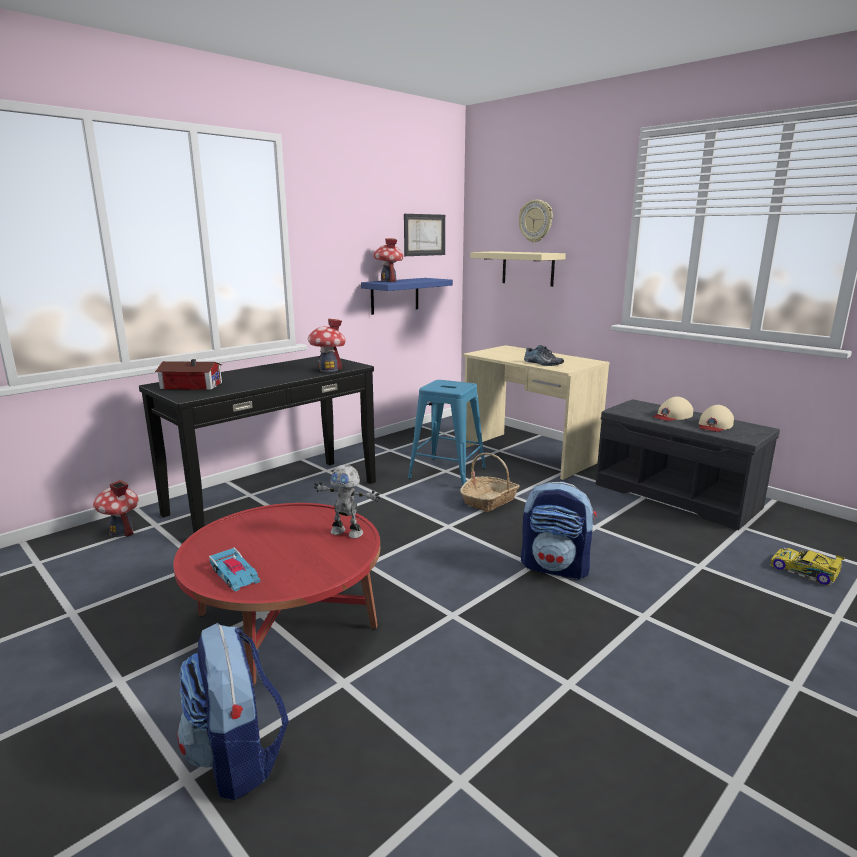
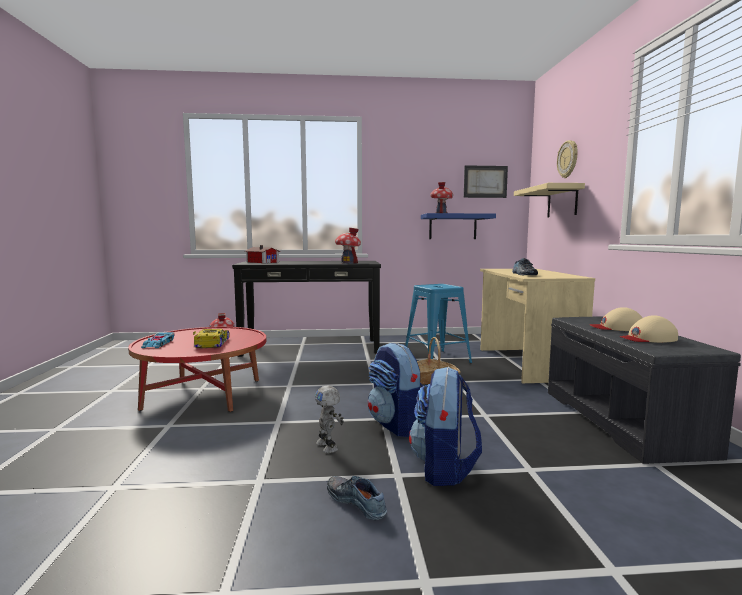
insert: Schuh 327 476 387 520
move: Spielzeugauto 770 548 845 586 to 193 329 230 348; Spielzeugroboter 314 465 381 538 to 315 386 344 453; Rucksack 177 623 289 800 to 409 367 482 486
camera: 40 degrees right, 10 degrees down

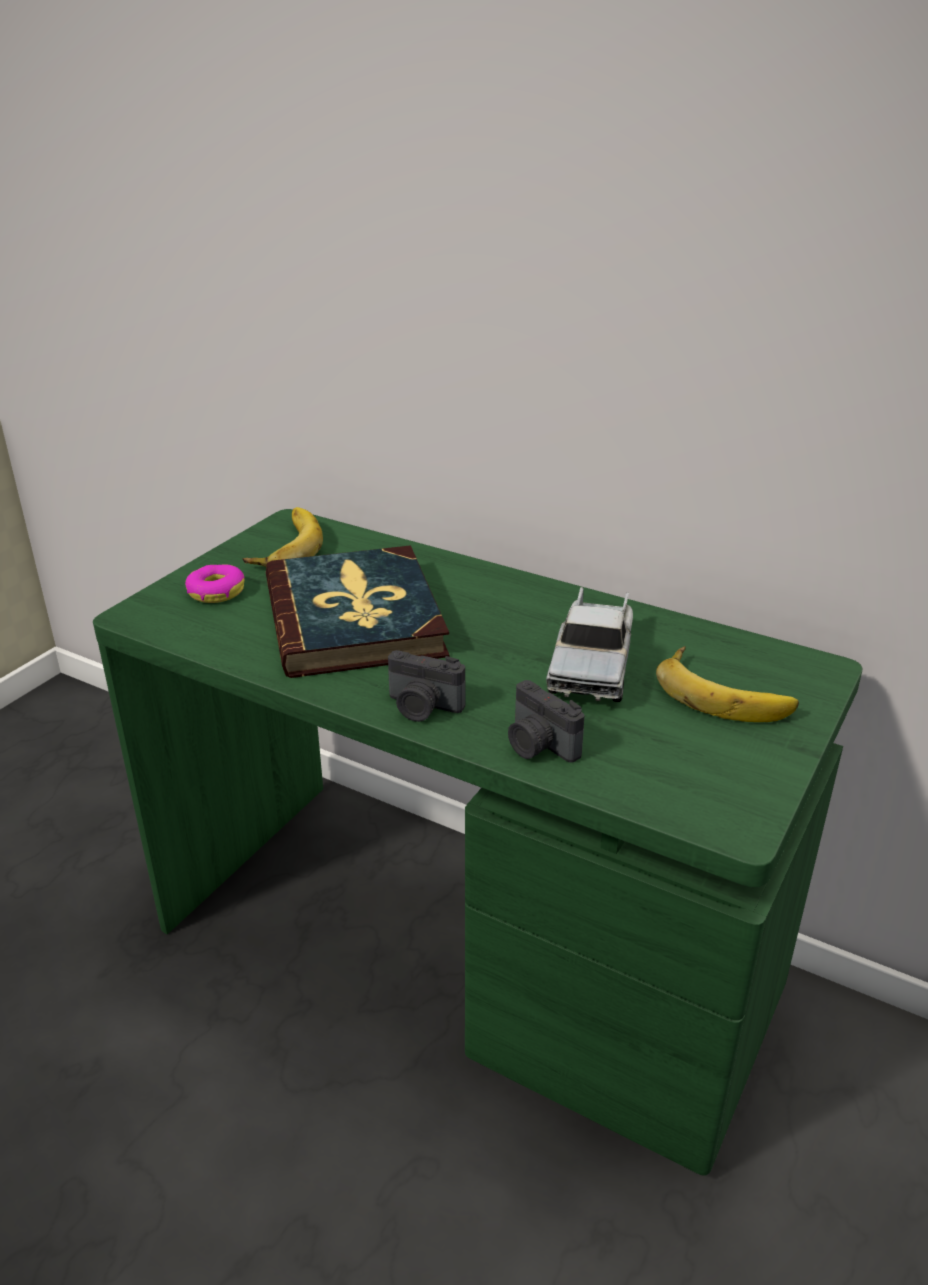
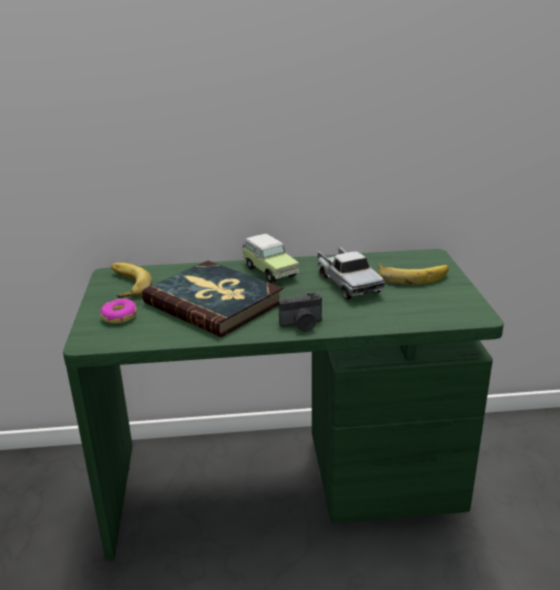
delete: Kamera 508 680 584 763
insert: Spielzeugauto 242 234 300 283
camera: 35 degrees left, 5 degrees down

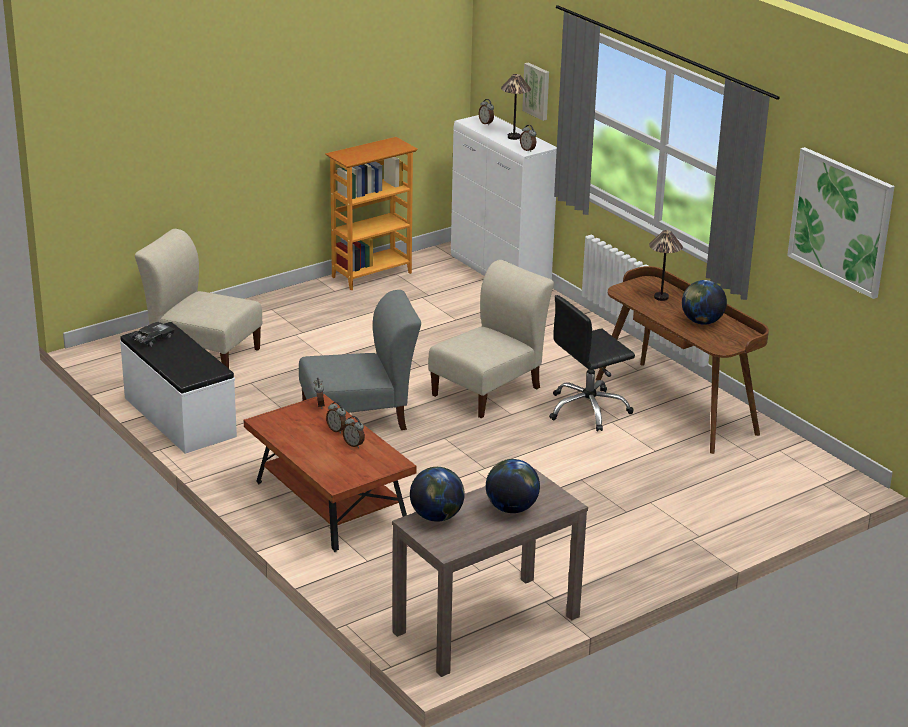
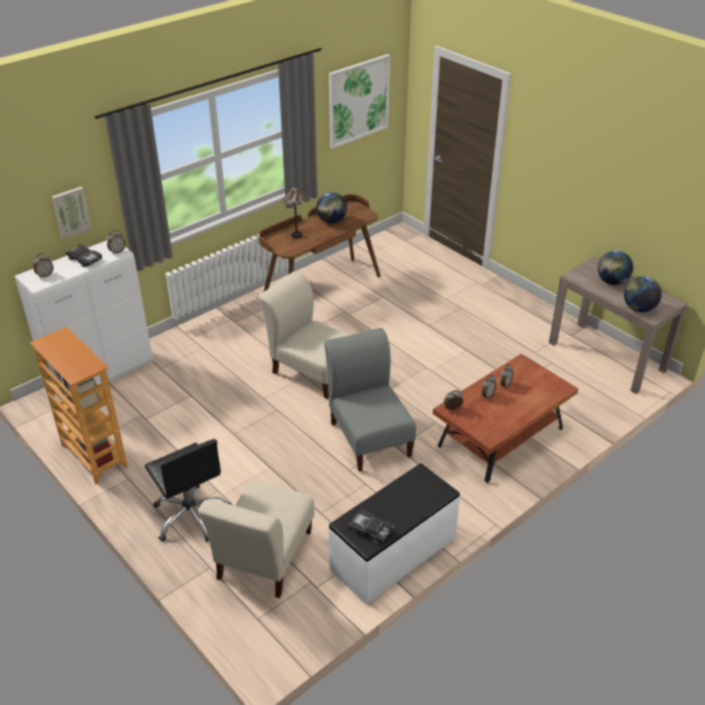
move: Bürostuhl [schwarz] 549 295 635 431 to 145 439 231 542
replace: Tischlampe 501 74 531 140 to Spielzeugauto [schwarz] 65 244 102 267
camera: 95 degrees left, 10 degrees up

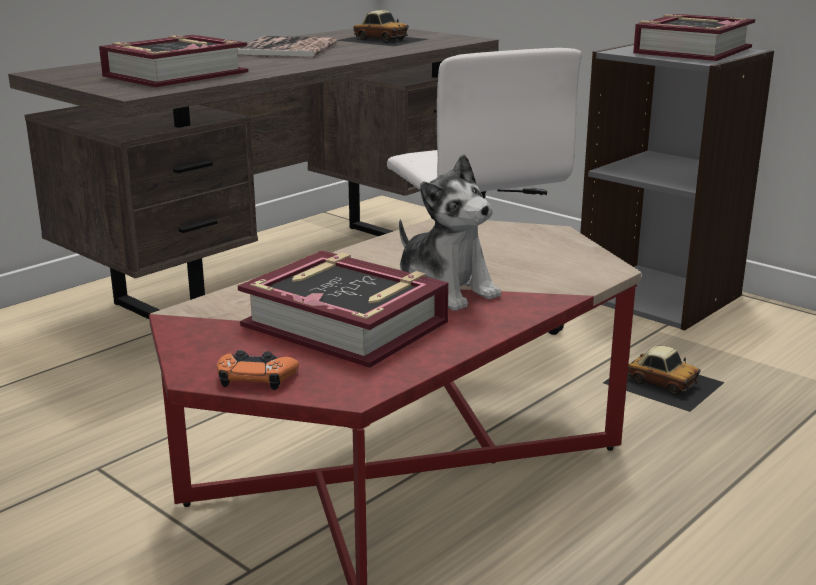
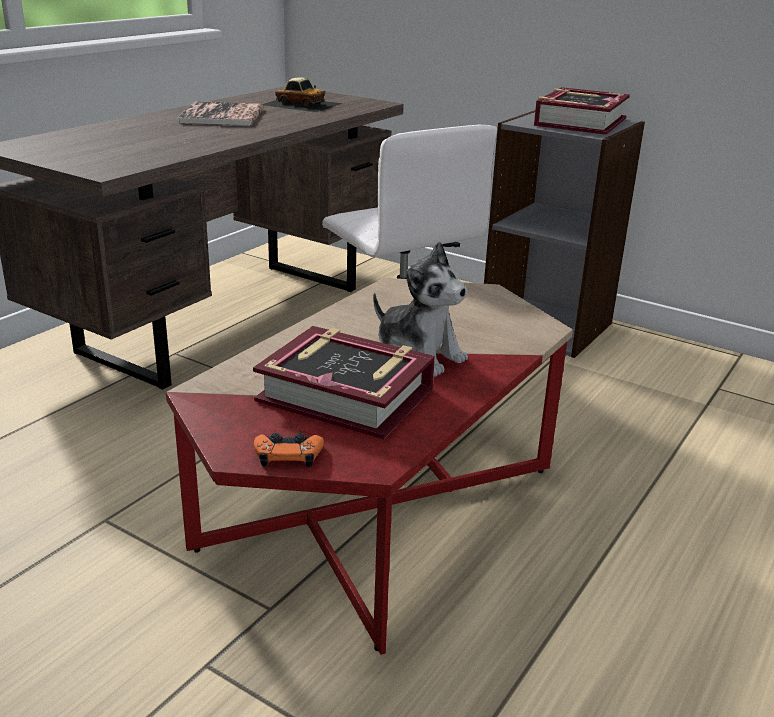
delete: Buch 99 35 248 87; Spielzeugauto 603 346 725 412
camera: 10 degrees left, 5 degrees up

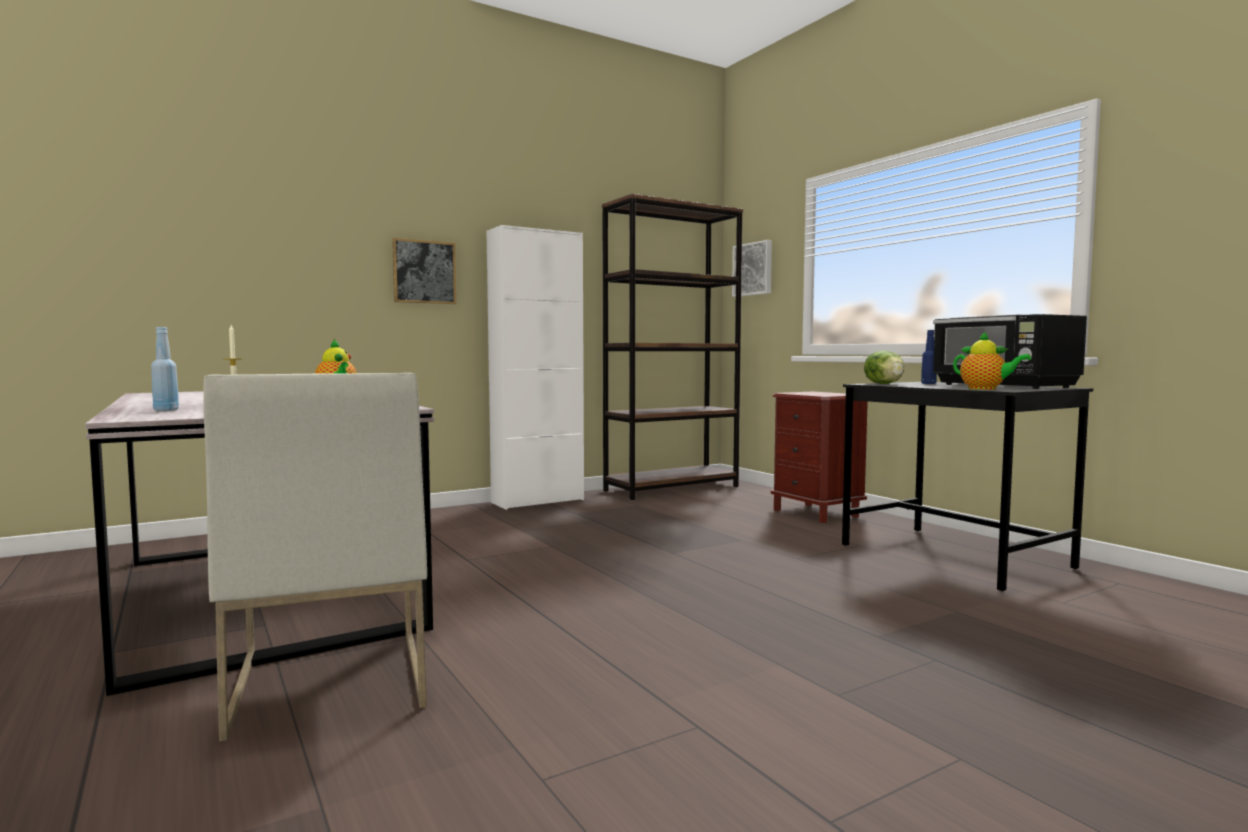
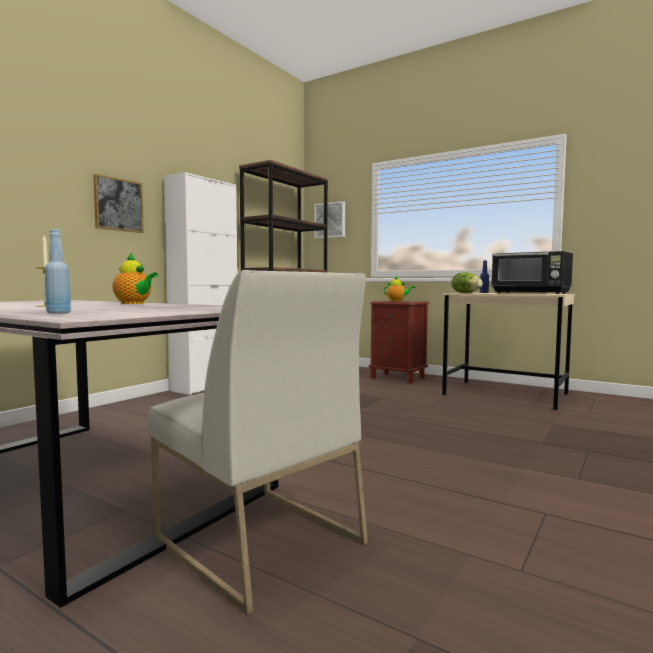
move: Teekanne 953 332 1031 390 to 384 276 415 301
recolor: Schreibtisch [schwarz] 842 382 1093 592 to Schreibtisch [beige] 442 293 575 410
camera: 25 degrees left, 0 degrees up

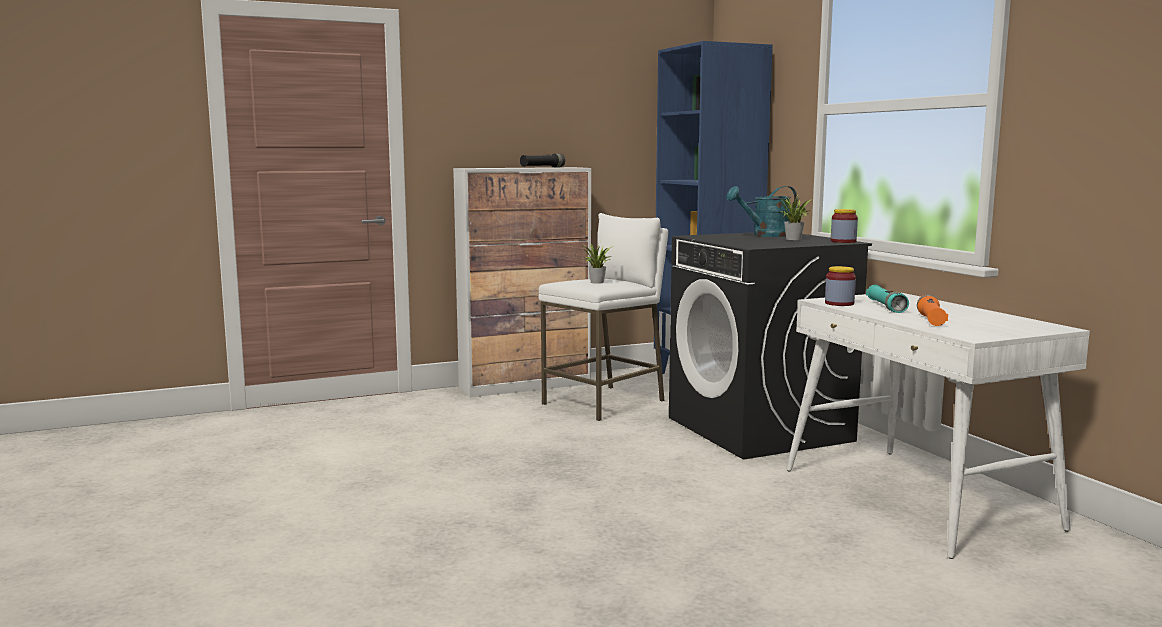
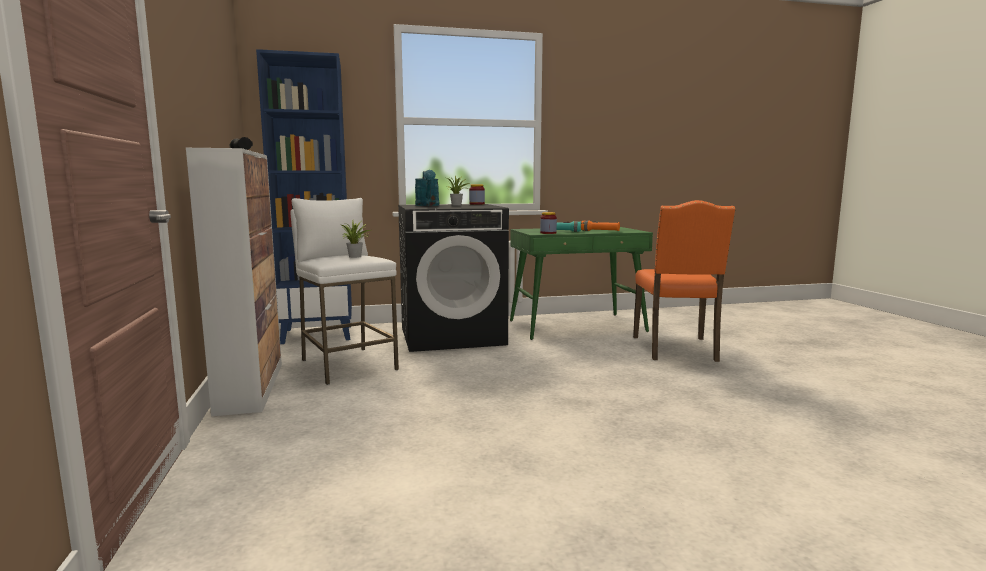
insert: Stuhl [orange] 633 200 735 362
recolor: Schreibtisch [weiß] 786 292 1090 559 to Schreibtisch [grün] 510 227 653 340
camera: 80 degrees left, 0 degrees up

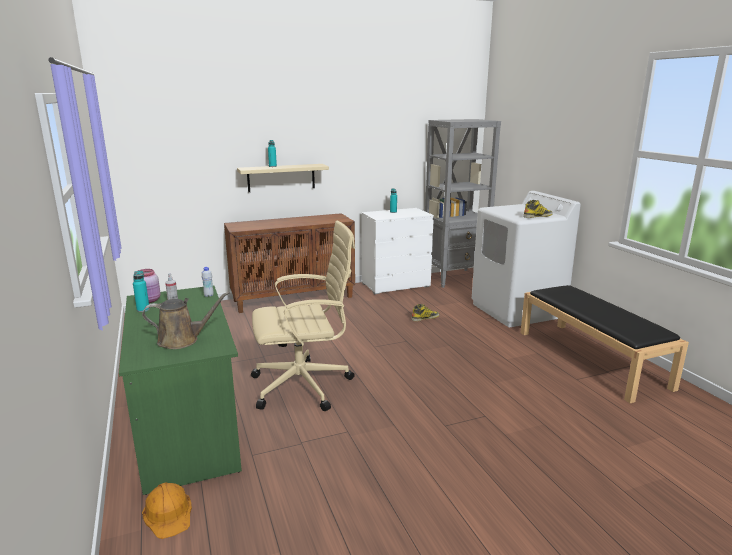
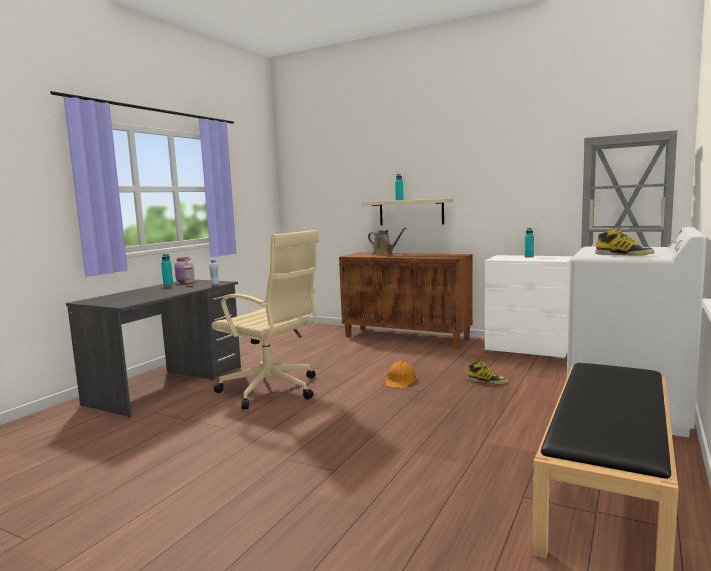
move: Gießkanne [braun] 142 291 230 349 to 368 228 407 256; Schutzhelm [orange] 142 482 192 539 to 385 360 417 388
recolor: Schreibtisch [grün] 119 286 242 495 to Schreibtisch [grau] 66 280 241 417
camera: 50 degrees right, 10 degrees down

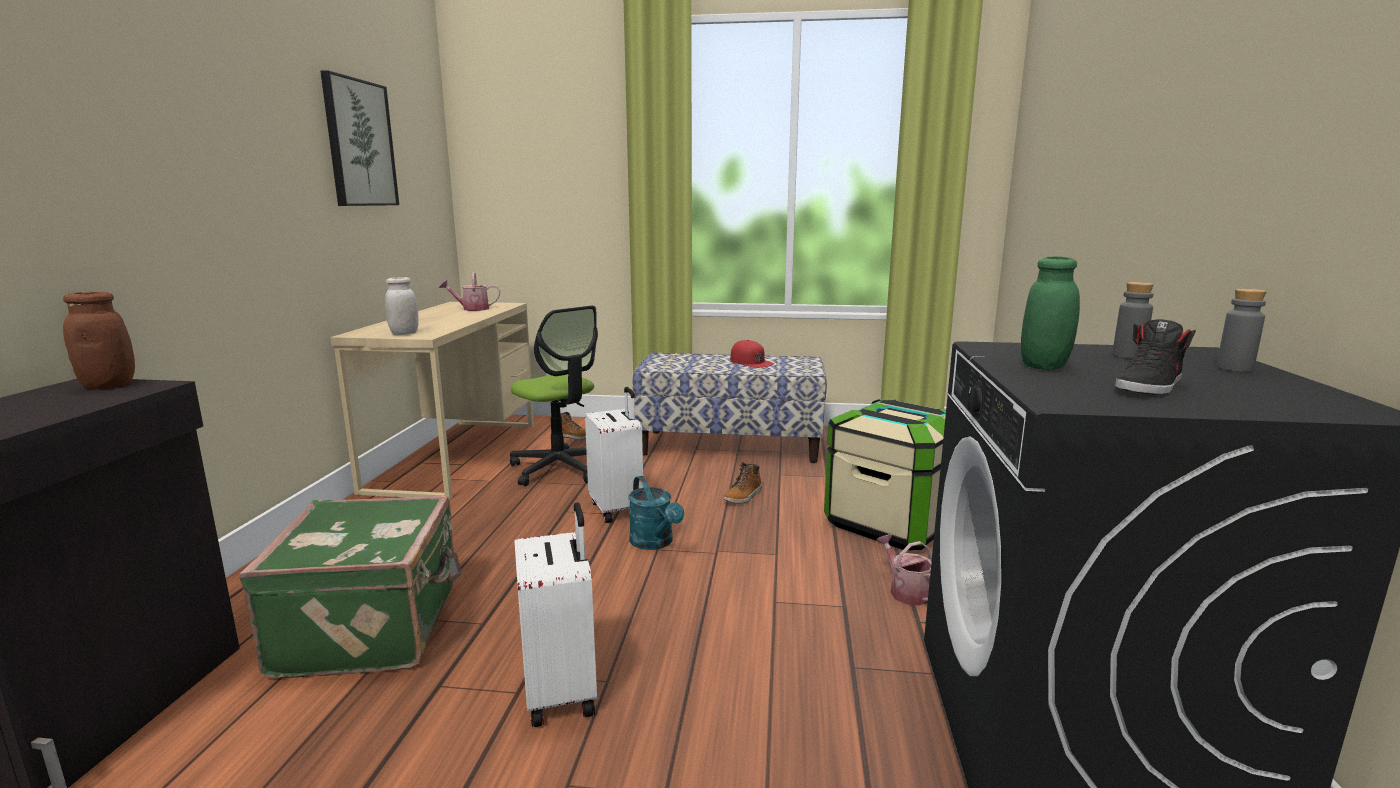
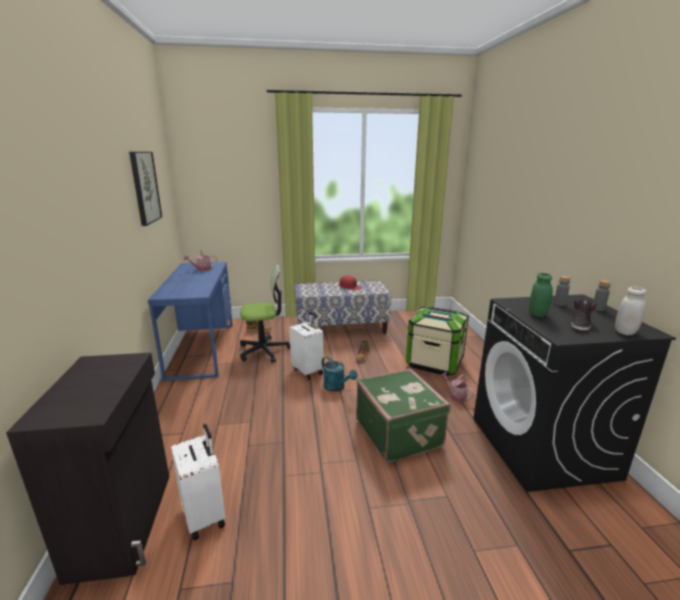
delete: Vorratsglas [braun] 63 292 135 389
move: Koffer [weiß] 514 502 597 727 to 171 424 226 540; Koffer [grün] 239 495 461 678 to 356 369 451 463; Vorratsglas [weiß] 385 277 419 335 to 615 287 646 335
recolor: Schreibtisch [beige] 331 302 534 500 to Schreibtisch [blau] 148 262 233 381
rotate: Bürostuhl 510 306 598 486 = 240 265 290 363 45 degrees counterclockwise
camera: 15 degrees left, 5 degrees up

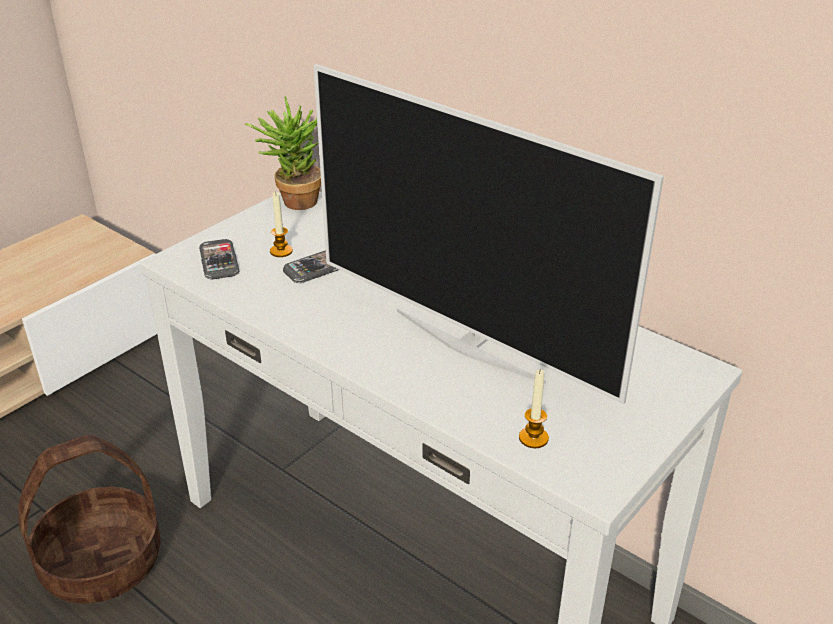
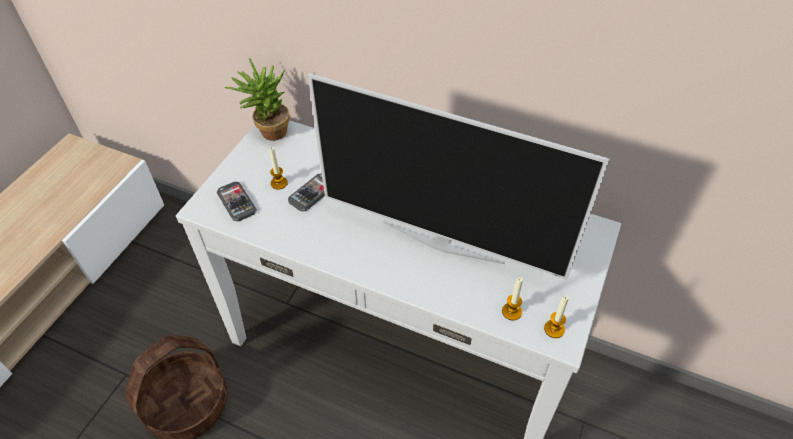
insert: Kerze 544 296 569 338
camera: 15 degrees left, 15 degrees up

